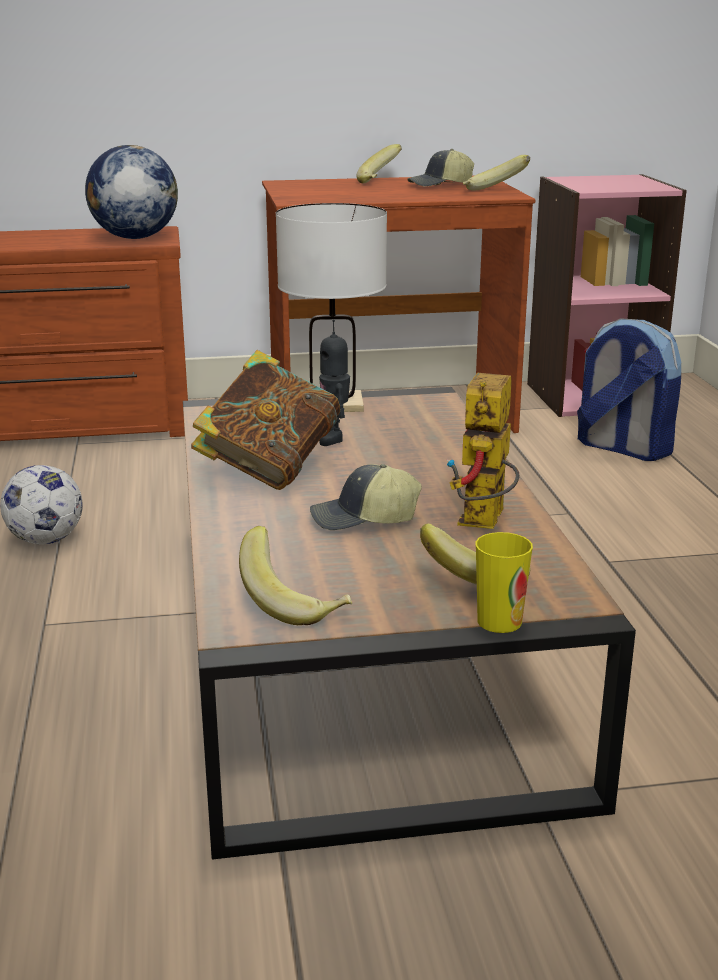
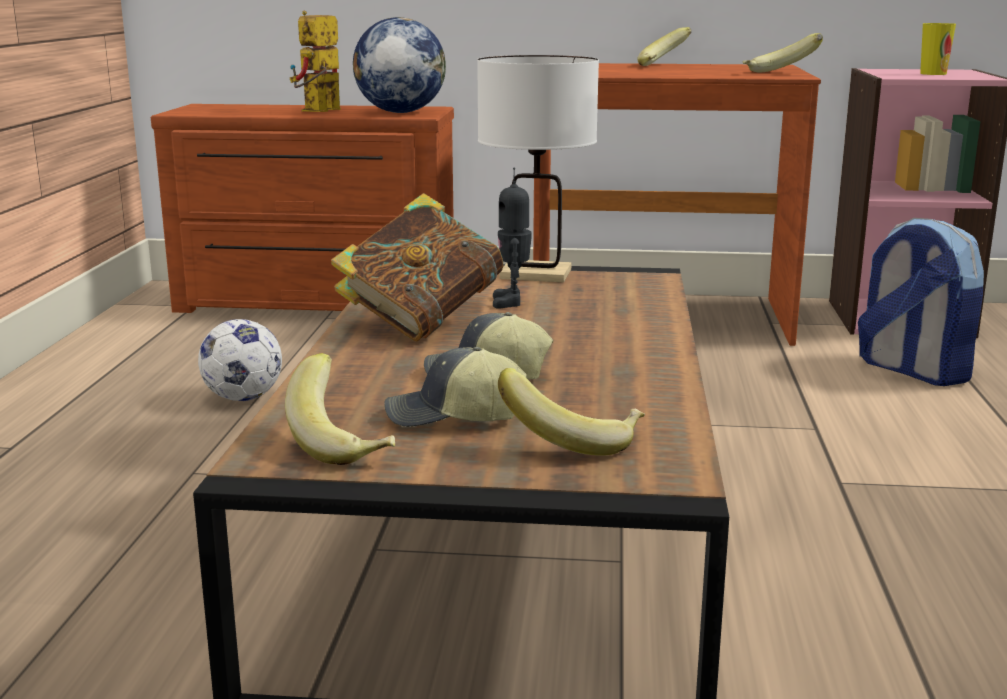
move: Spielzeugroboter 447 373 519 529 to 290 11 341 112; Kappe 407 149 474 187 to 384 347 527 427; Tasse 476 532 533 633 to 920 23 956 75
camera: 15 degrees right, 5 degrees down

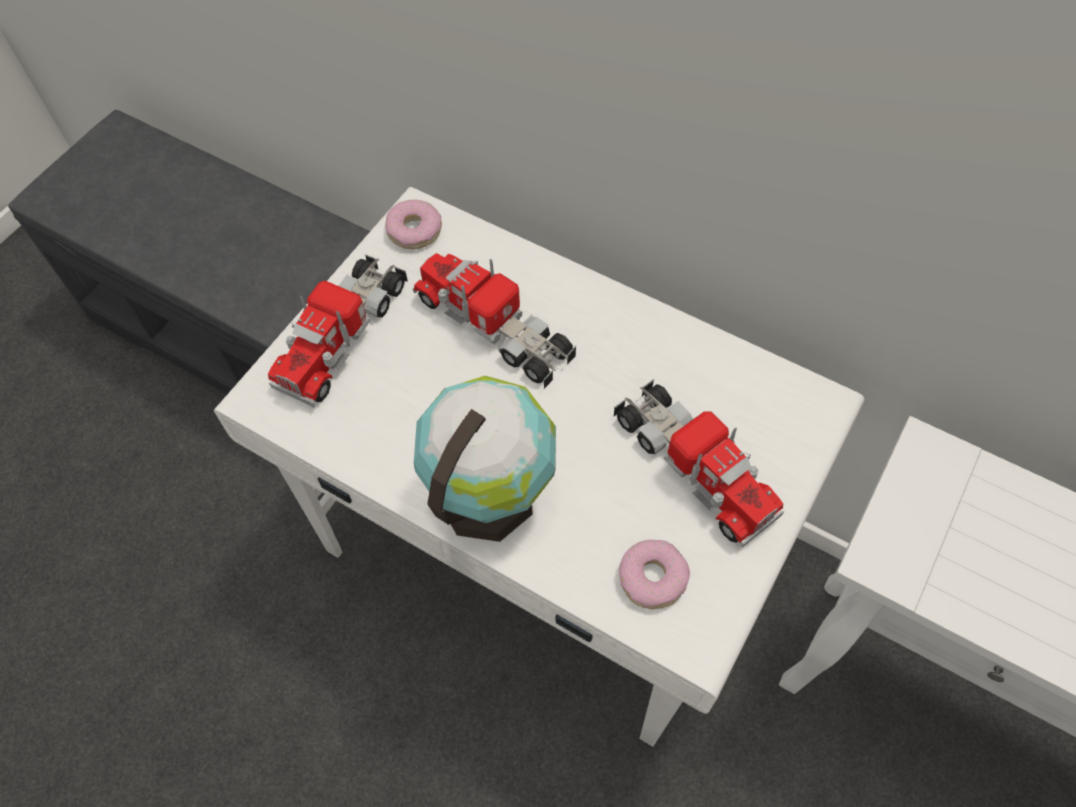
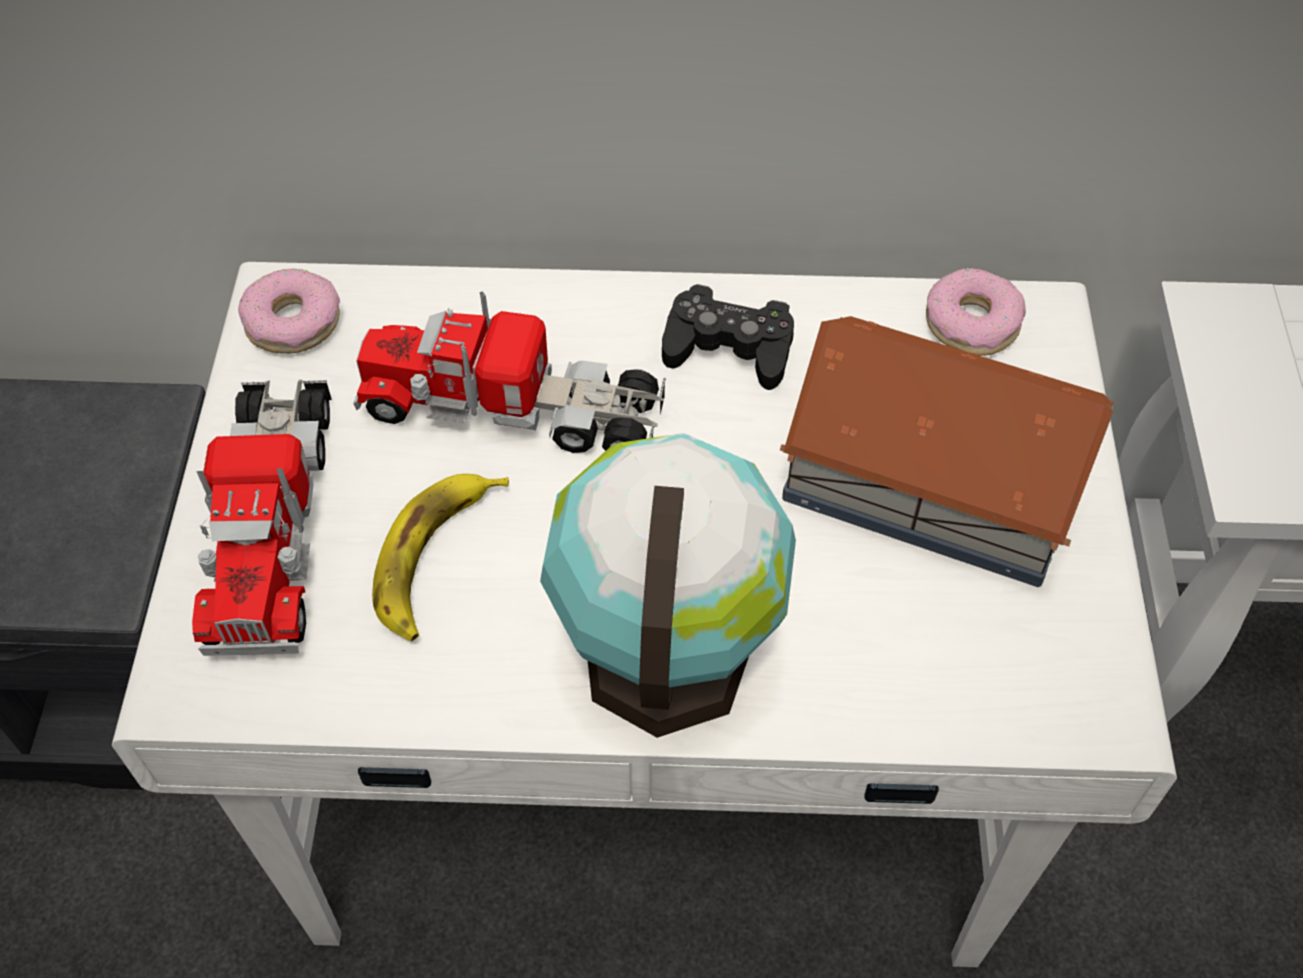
insert: Banane 372 474 509 642; Gamepad [schwarz] 662 284 794 390
move: Donut 619 540 690 609 to 926 268 1026 356
replace: Spielzeuglaster 614 379 784 547 to Spielzeughaus 780 316 1114 587
camera: 30 degrees left, 5 degrees down

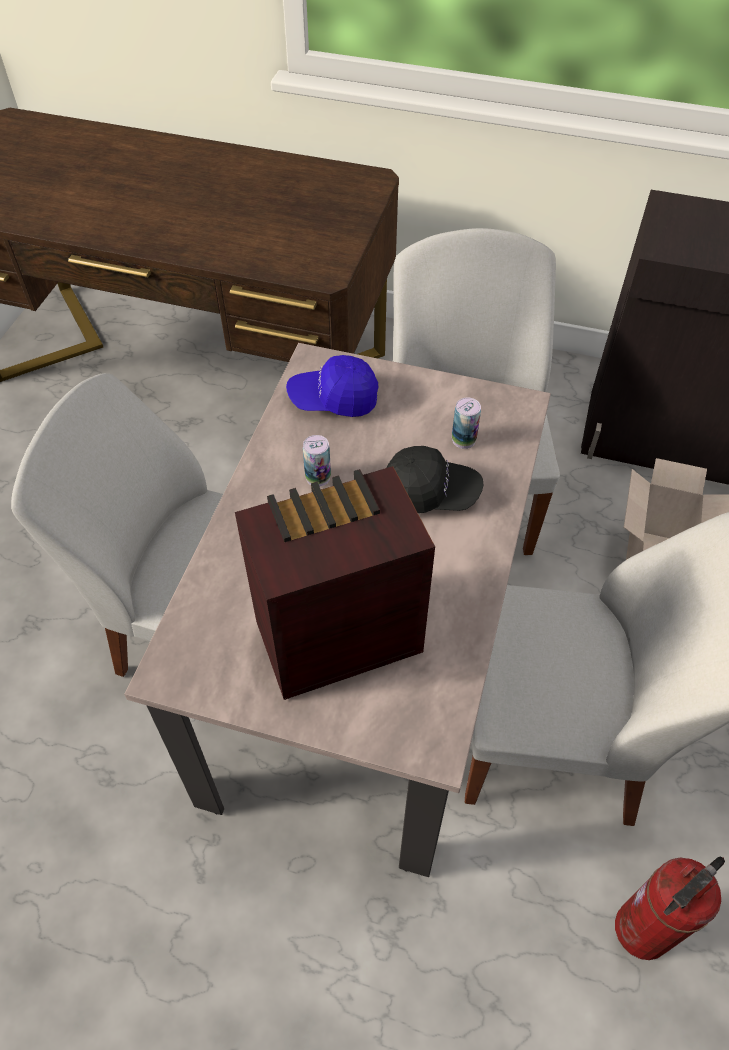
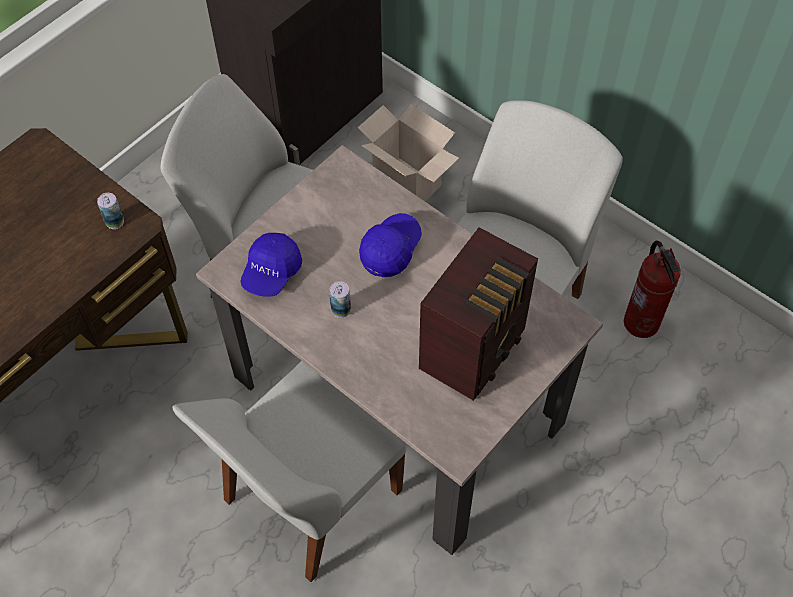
move: Dose 452 398 481 449 to 97 193 124 229
recolor: Kappe [schwarz] 386 446 483 513 to Kappe [blau] 359 213 422 277
rotate: Radio 235 466 435 700 = 419 227 538 401 150 degrees counterclockwise
camera: 65 degrees left, 5 degrees up

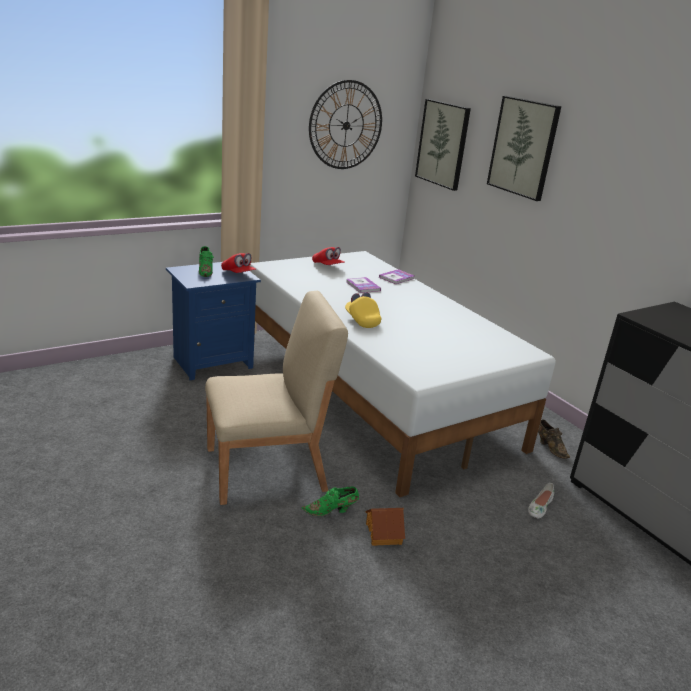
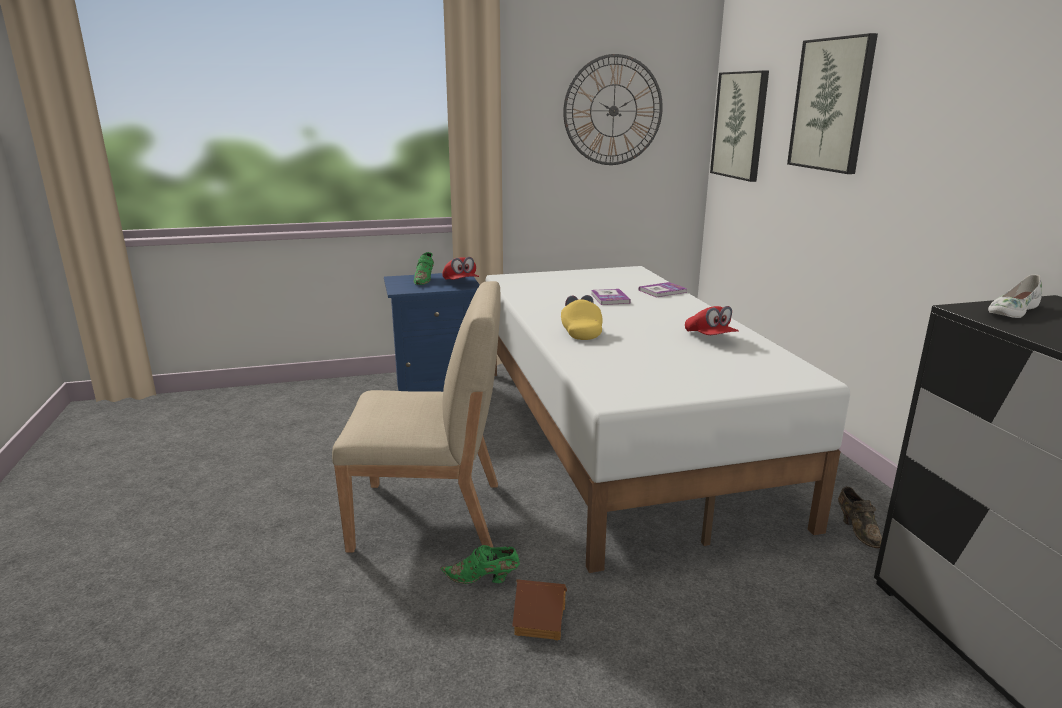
move: Kappe [rot] 312 247 345 265 to 685 306 739 335; Schuh [weiß] 528 483 554 518 to 988 275 1042 318
camera: 20 degrees right, 5 degrees down

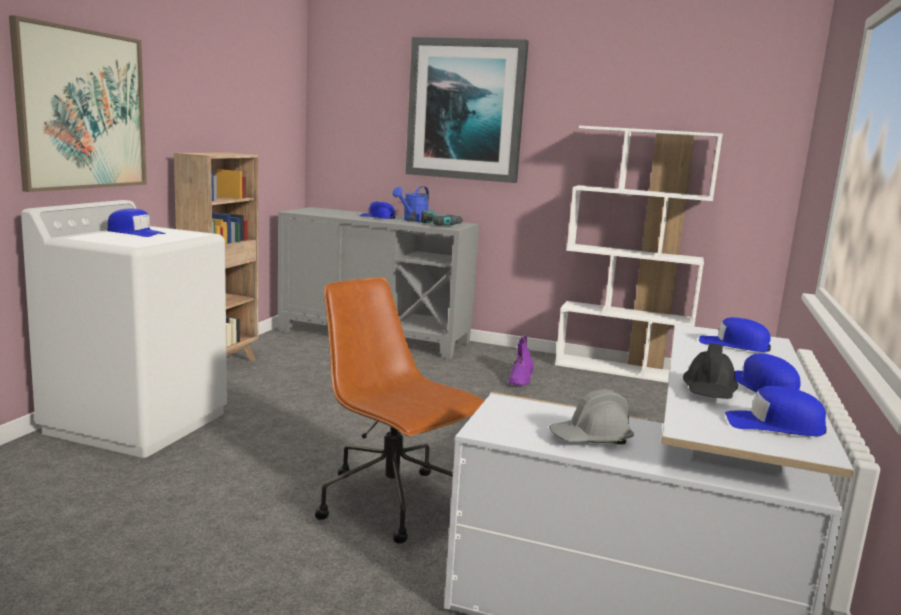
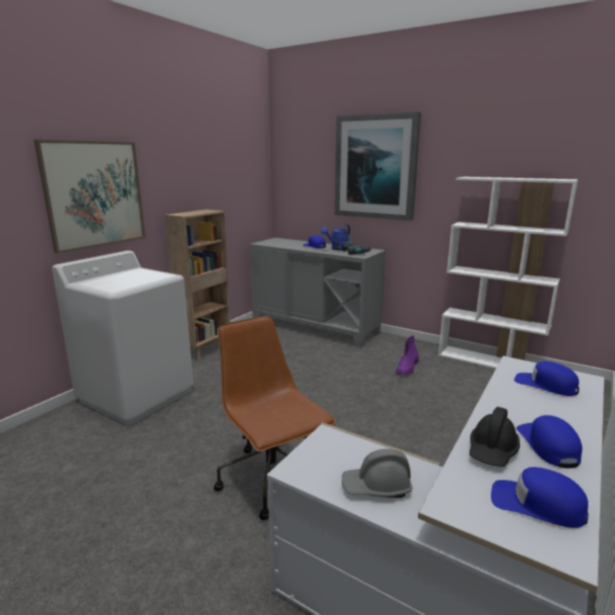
delete: Kappe [blau] 107 208 166 237
camera: 15 degrees right, 5 degrees up

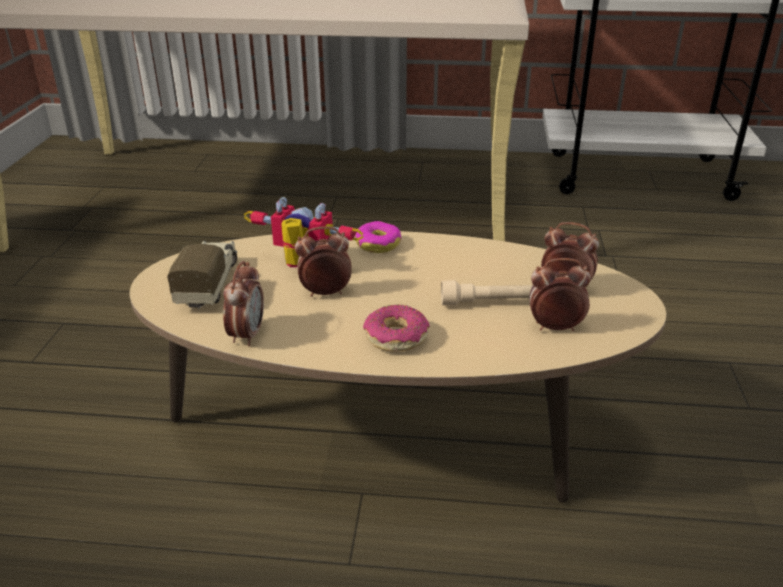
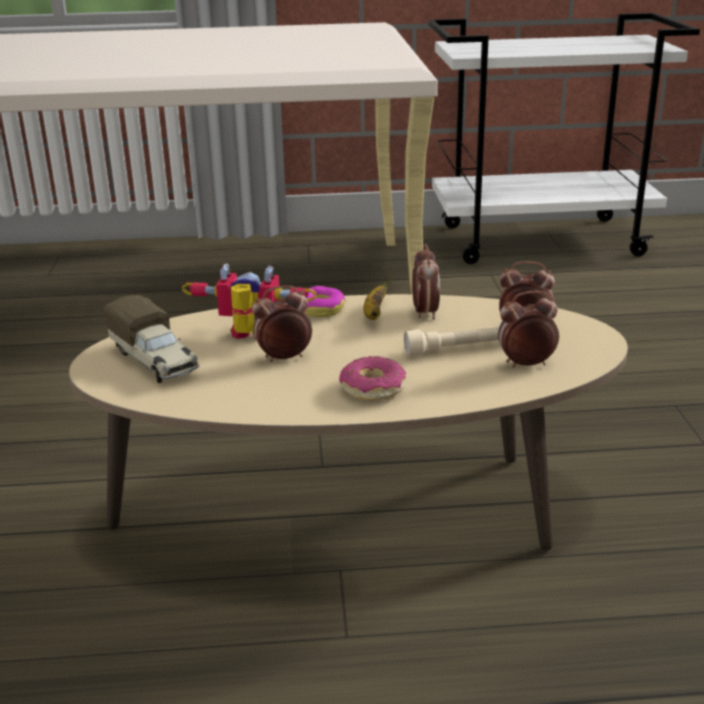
insert: Banane 363 277 392 320
move: Wecker 223 261 264 346 to 412 244 440 319
rotate: Spielzeuglaster 167 241 237 310 = 104 295 199 383 150 degrees clockwise
camera: 10 degrees left, 5 degrees down

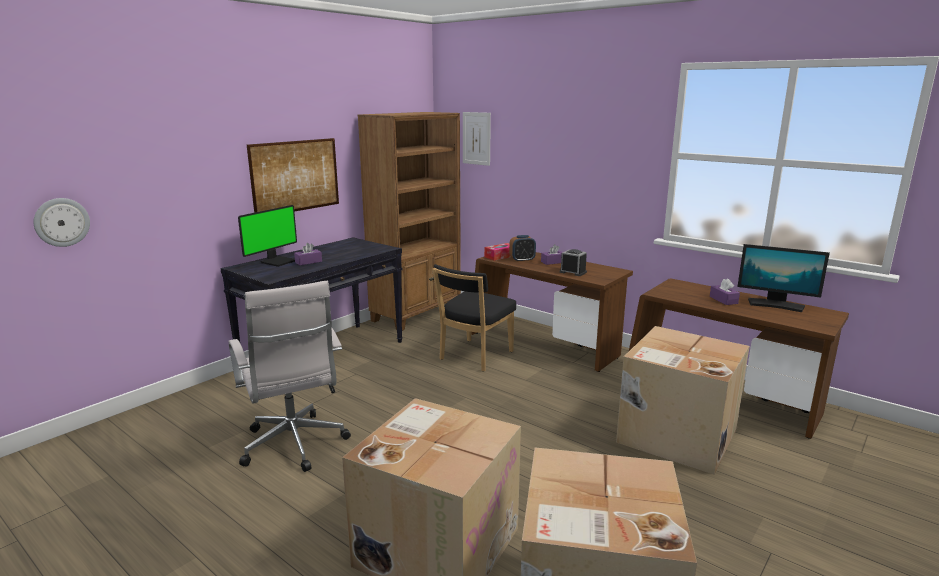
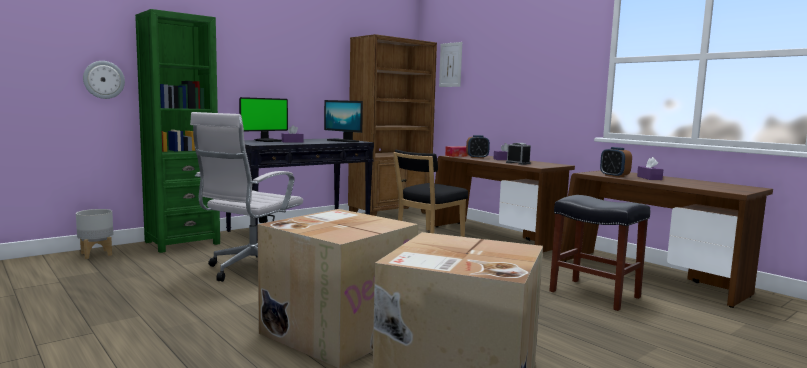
delete: Bild 247 138 339 213
insert: Pflanzkübel [grau] 76 209 113 259; Bücherregal [grün] 135 9 220 253; Wecker 600 147 632 178
move: Monitor 737 244 830 312 to 324 100 363 143
replace: Karton 616 326 750 474 to Hocker [schwarz] 549 195 650 311
rotate: Bürostuhl [weiß] 228 281 351 472 = 190 112 303 282 45 degrees clockwise
camera: 10 degrees right, 10 degrees down

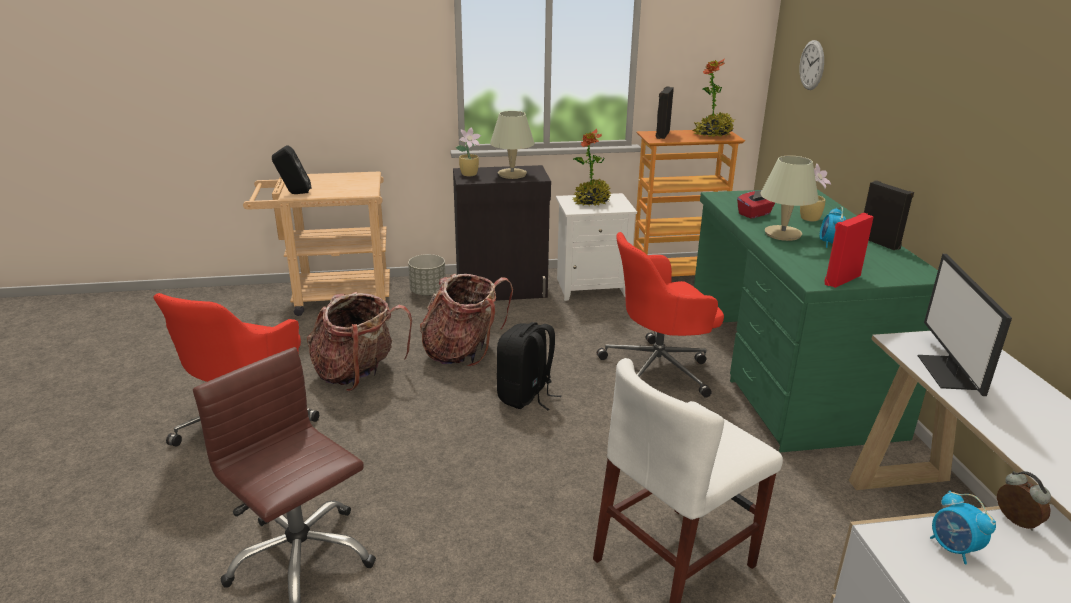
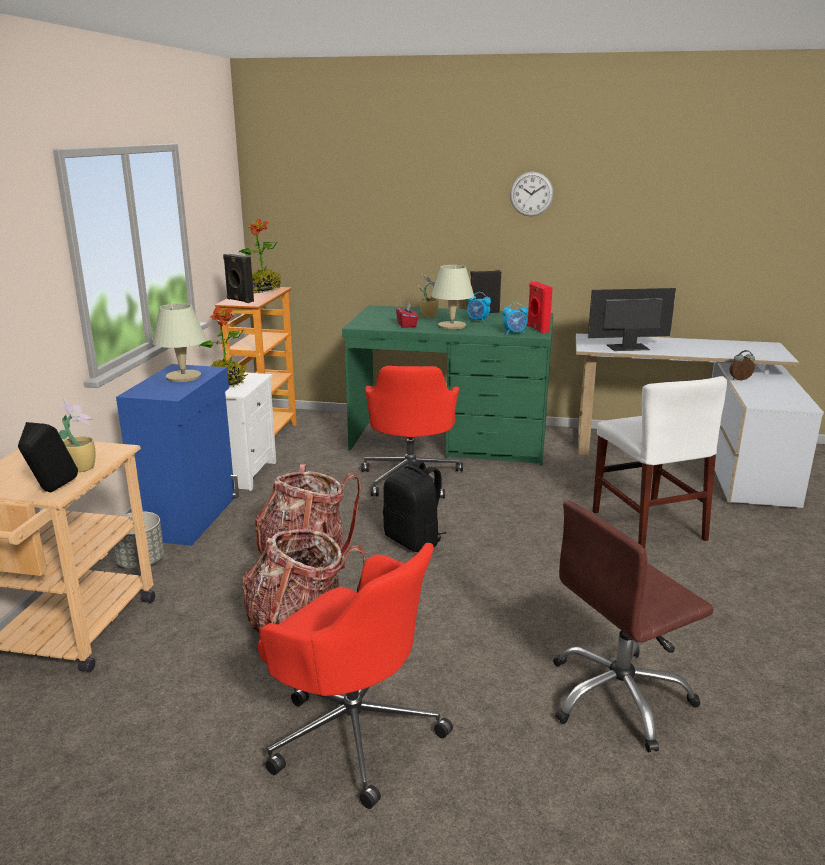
move: Topfpflanze 455 127 481 176 to 59 399 96 472; Wecker 930 491 996 564 to 503 303 528 335; Wanduhr 799 40 824 90 to 510 172 553 216
recolor: Schrank [schwarz] 453 165 551 301 to Schrank [blau] 116 364 239 546
rotate: Monitor 918 254 1012 396 = 588 288 676 351 150 degrees clockwise
camera: 70 degrees left, 5 degrees down

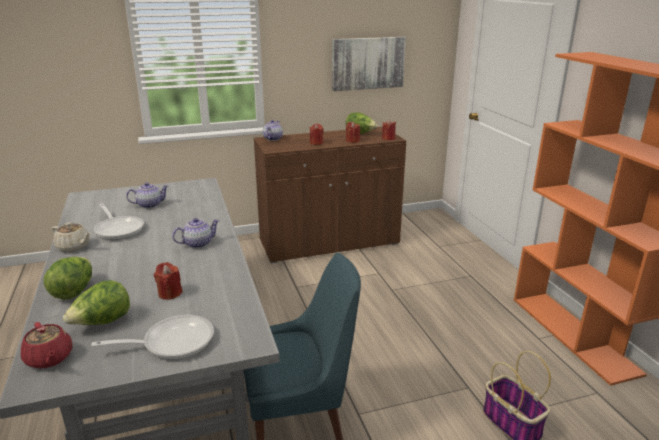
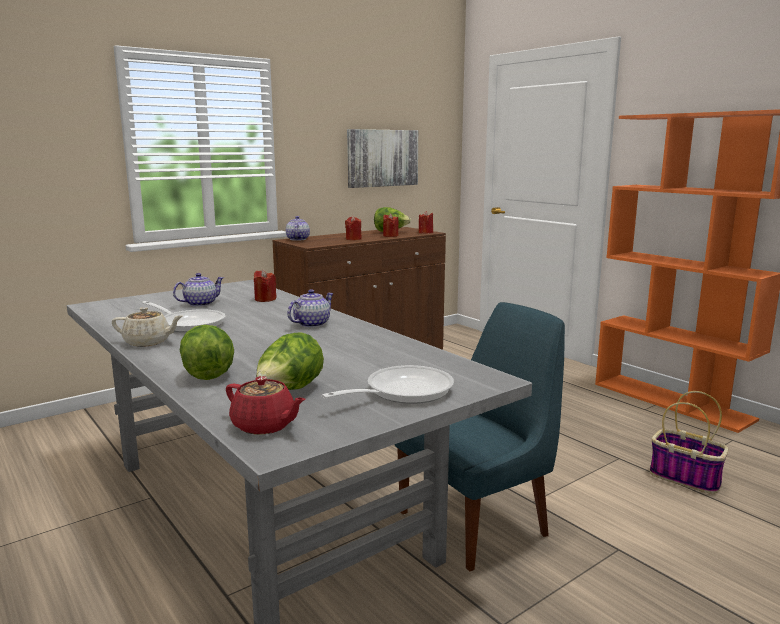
move: Kerze [rot] 154 262 183 300 to 254 269 277 302
camera: 20 degrees left, 10 degrees down

